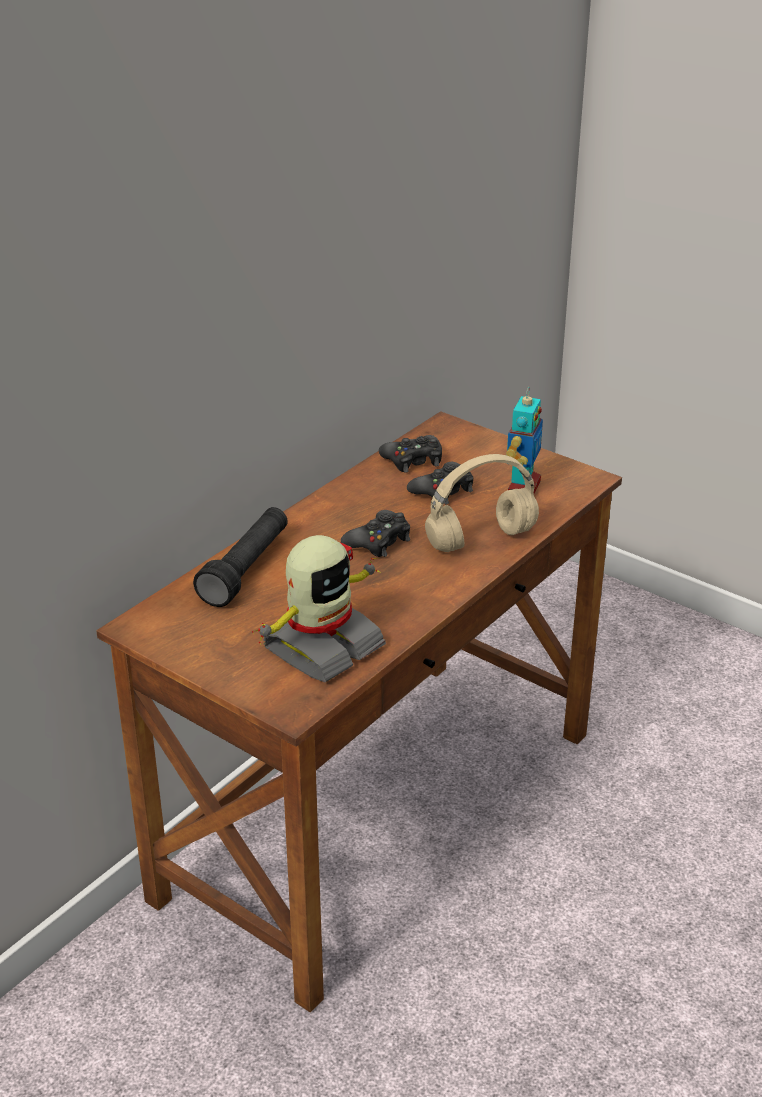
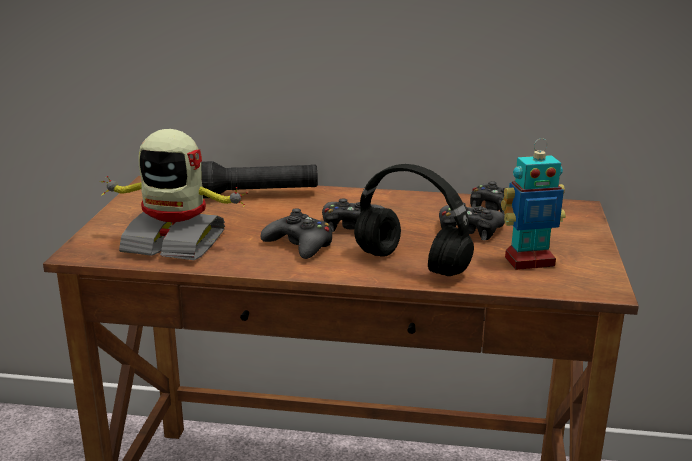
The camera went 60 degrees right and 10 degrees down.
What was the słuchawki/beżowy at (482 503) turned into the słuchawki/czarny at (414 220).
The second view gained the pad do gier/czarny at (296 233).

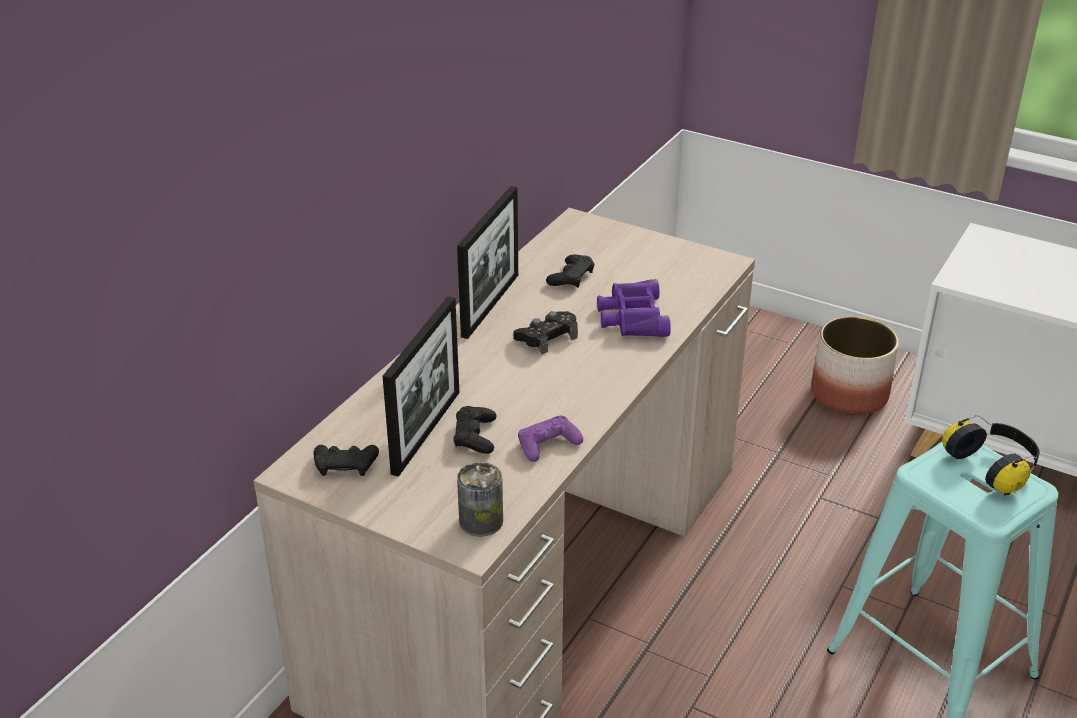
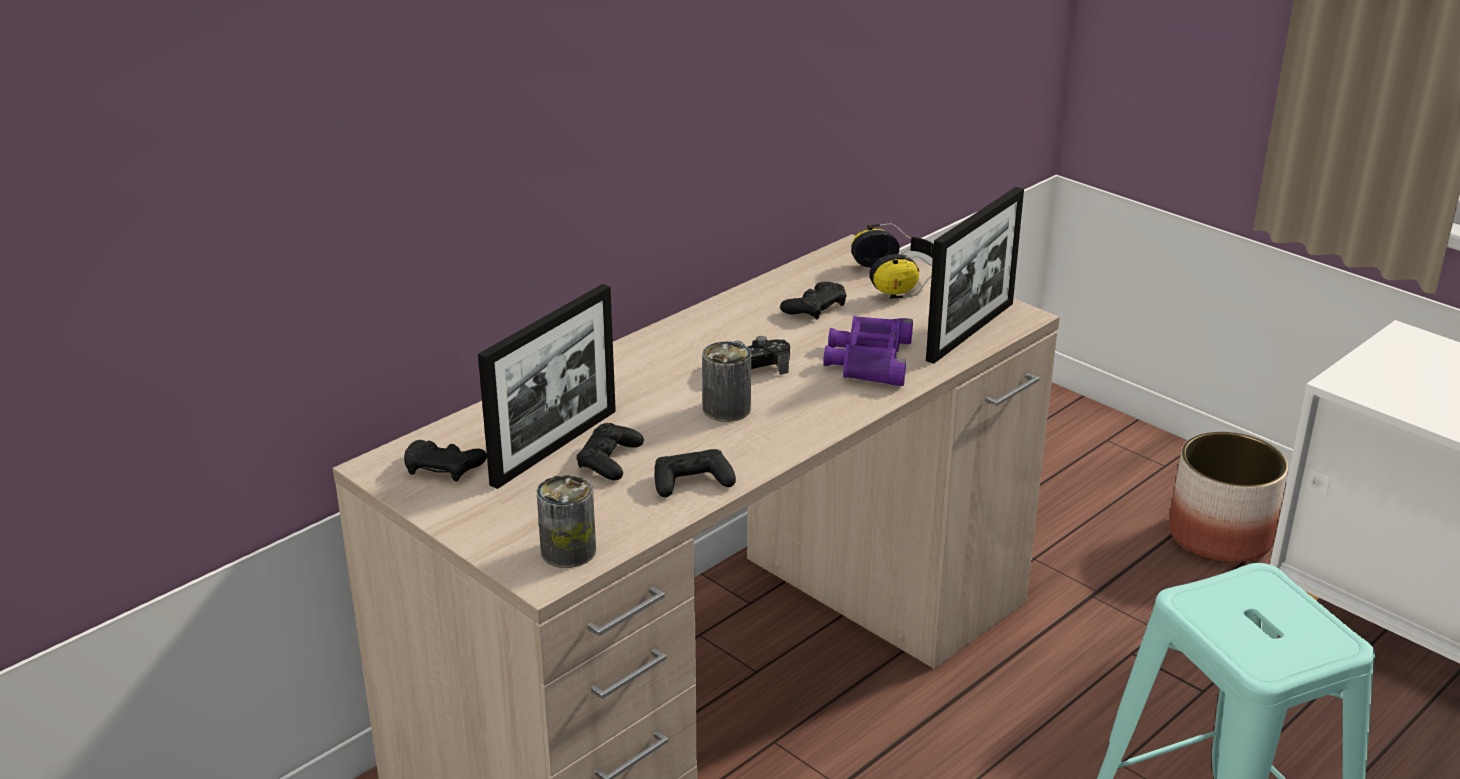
The camera went 15 degrees right and 5 degrees down.
The ramka na zdjęcie ended up elsewhere, having gone from (487 262) to (975 275).
What was the pad do gier/fioletowy at (550 439) turned into the pad do gier/czarny at (695 473).
The słuchawki ended up elsewhere, having gone from (990 455) to (892 261).
The second view gained the puszka at (726 381).

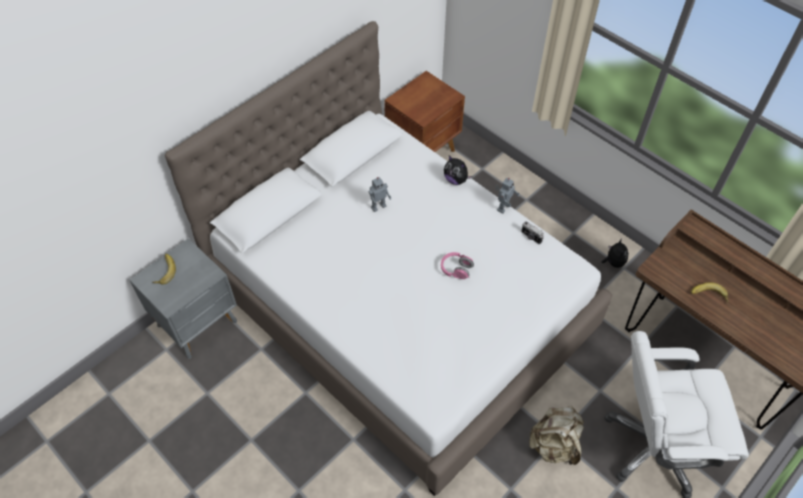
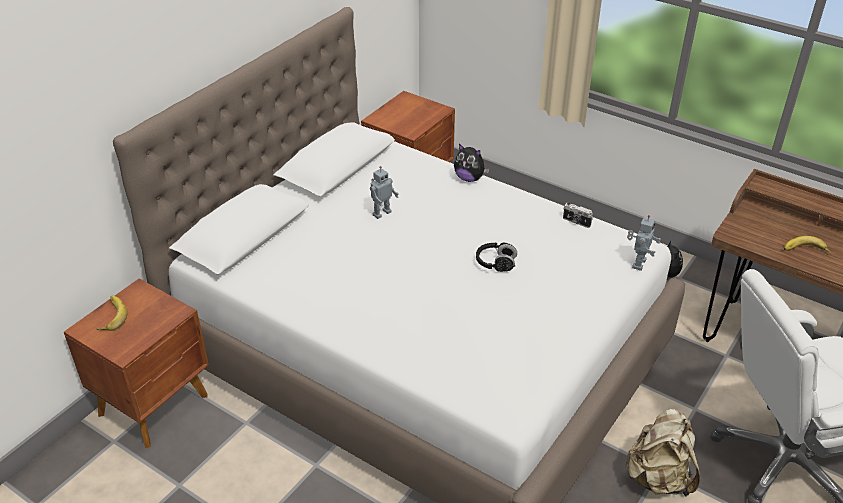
The camera went 10 degrees left and 15 degrees down.
What was the szafka nocna/szary at (183 298) turned into the szafka nocna/brązowy at (136 363).
What was the słuchawki/różowy at (457 265) turned into the słuchawki/czarny at (496 257).
The robot zabawkowy ended up elsewhere, having gone from (507 196) to (644 243).

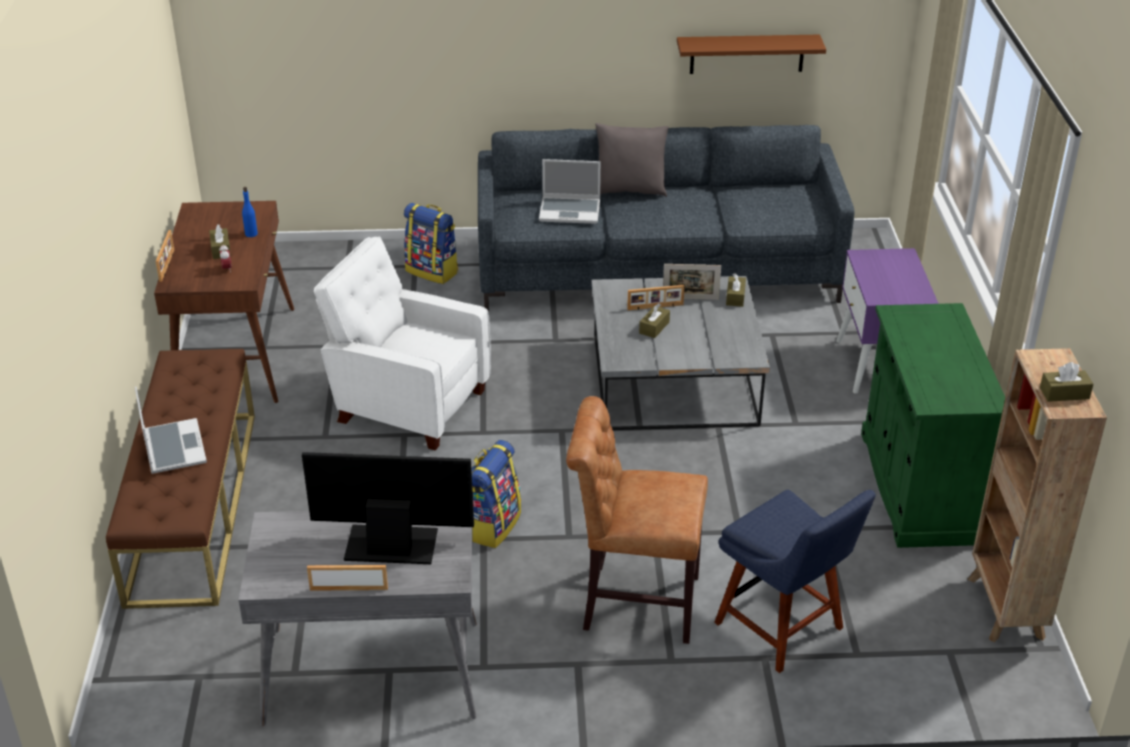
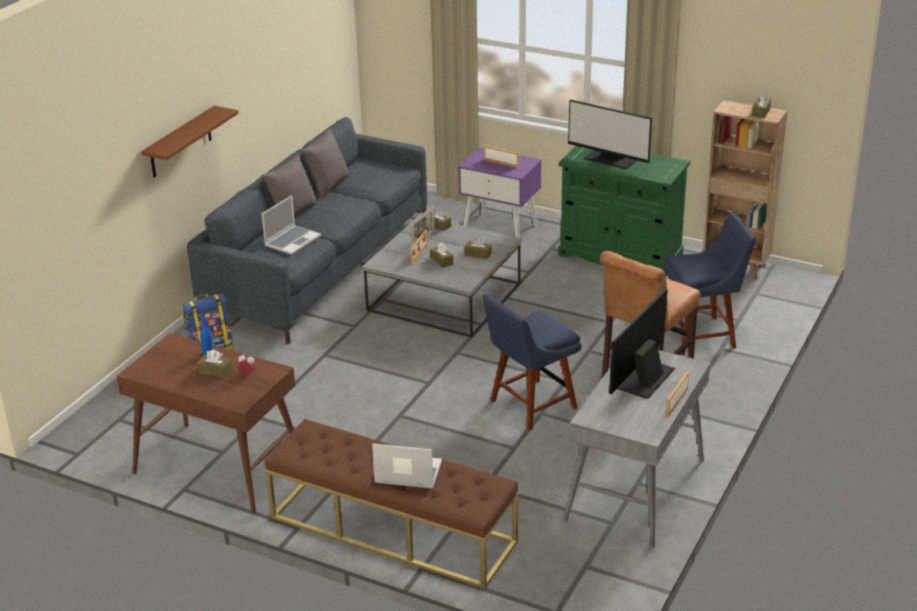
The camera went 60 degrees left and 5 degrees down.
The ramka na zdjęcie ended up elsewhere, having gone from (165 256) to (501 156).
The second view lost the fotel/biały at (402 343).
Where the plecak stood at (496 494), the krzesło/niebieski came to stand at (532 362).
The półka/brązowy ended up elsewhere, having gone from (751 54) to (189 142).
The second view gained the poduszka/szary at (325 164).
The second view gained the pudełko chusteczek/brązowy at (478 248).
The second view gained the monitor at (610 134).

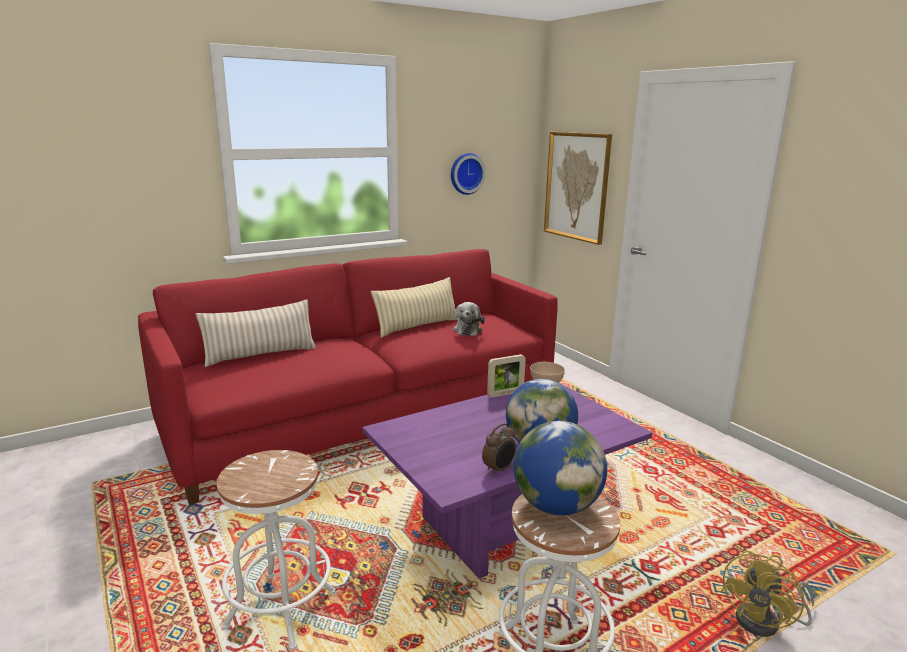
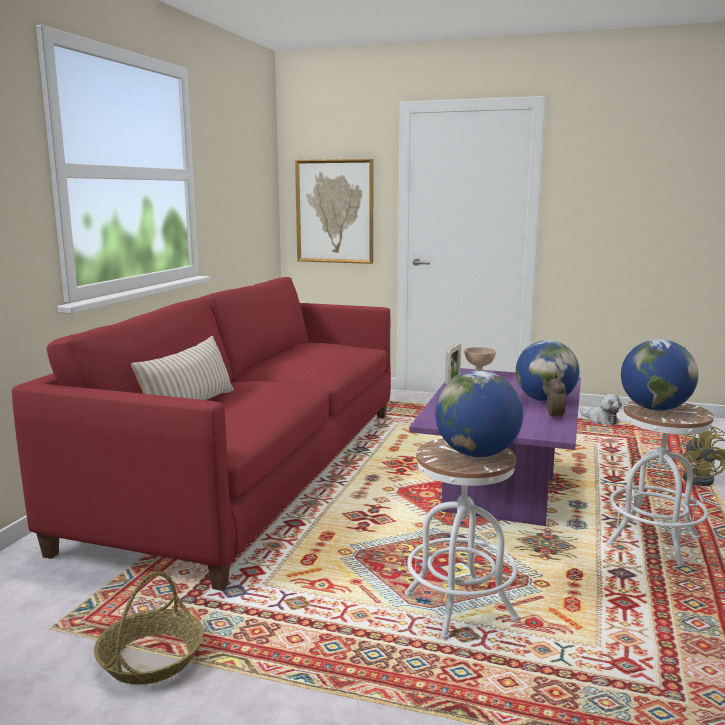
The camera went 40 degrees left and 5 degrees down.
The second view lost the poduszka/beżowy at (415 307).
The second view lost the zegar ścienny at (468 174).
The pluszak ended up elsewhere, having gone from (469 319) to (601 409).
The second view gained the koszyk at (149 628).
The second view gained the globus at (479 413).

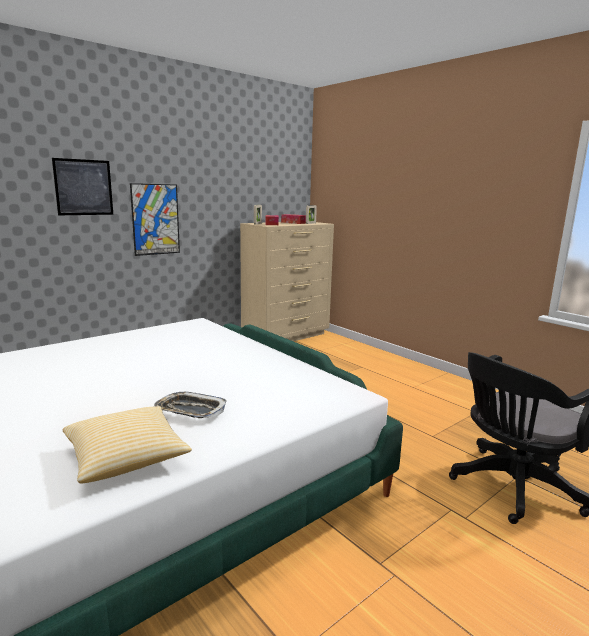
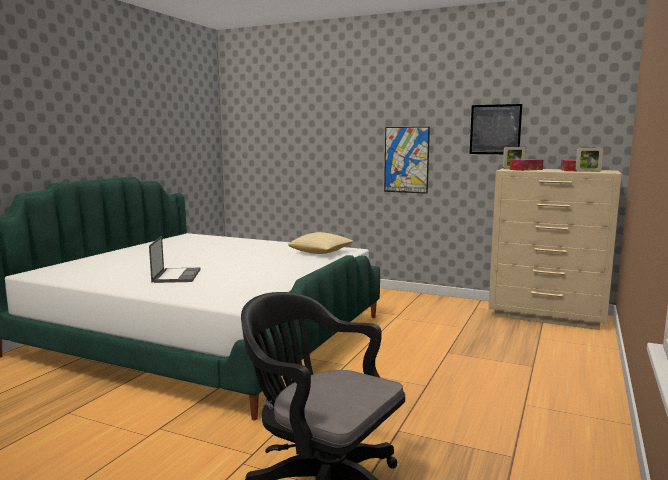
The camera went 65 degrees right and 5 degrees down.
The obraz ended up elsewhere, having gone from (82 186) to (496 129).
The poduszka ended up elsewhere, having gone from (127 444) to (321 243).
Where the taca stood at (190 405), the laptop came to stand at (175 259).

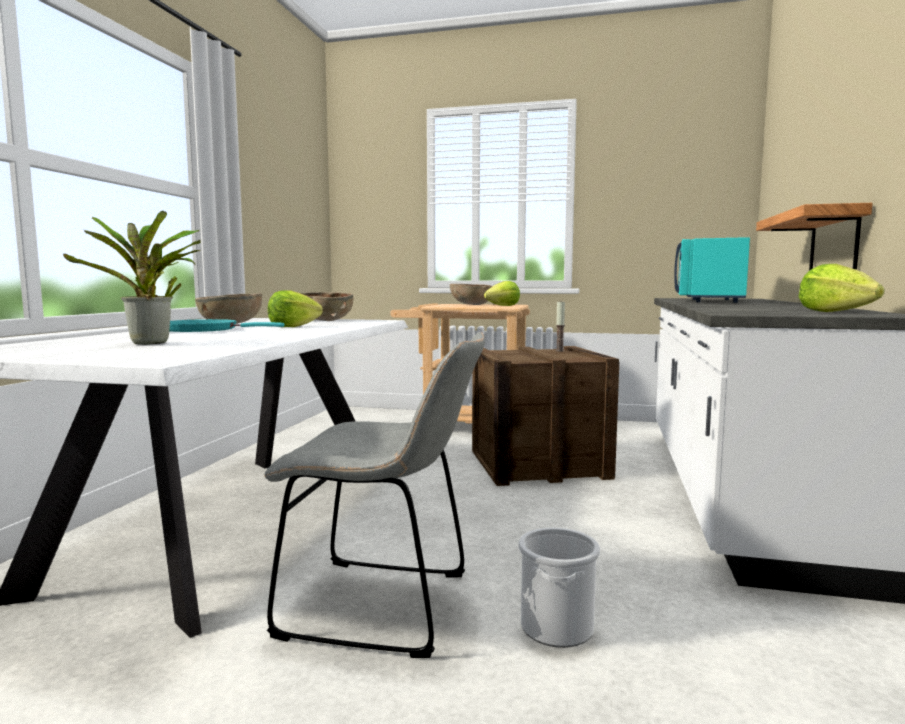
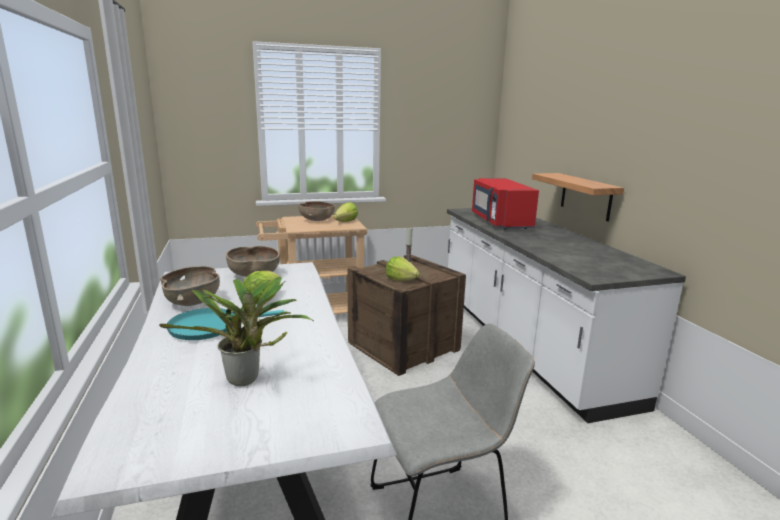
The camera went 30 degrees left and 10 degrees up.
The second view lost the wiadro at (559 588).
What was the mikrofalówka/turkusowy at (712 270) turned into the mikrofalówka/czerwony at (505 204).
The sałata ended up elsewhere, having gone from (841 288) to (403 268).

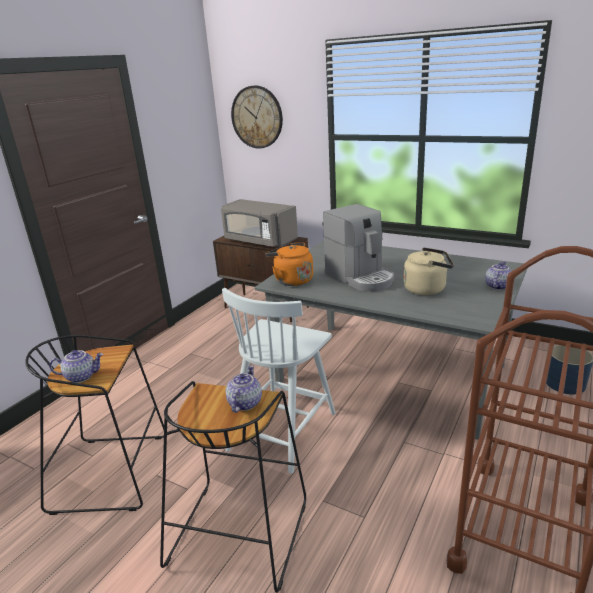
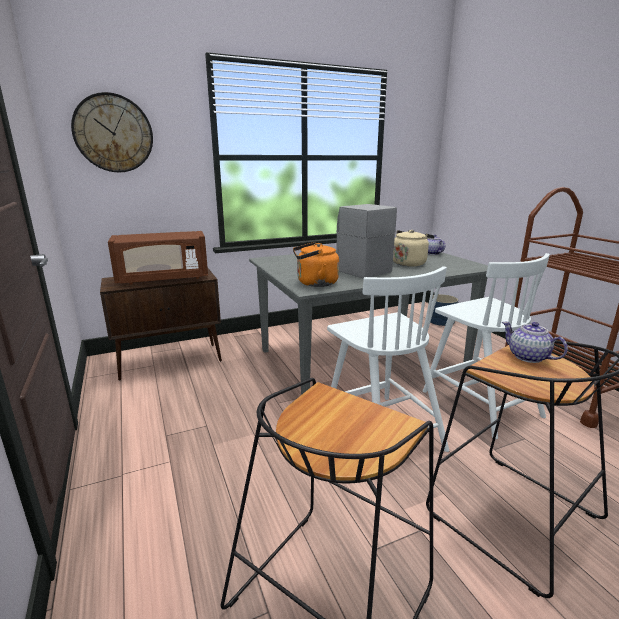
The camera went 55 degrees left and 5 degrees down.
The second view lost the imbryk at (76 366).
What was the mikrofalówka/szary at (259 223) turned into the mikrofalówka/brązowy at (158 258).
The ekspres do kawy at (358 248) ended up facing another way, 135 degrees counterclockwise from before.
The second view gained the krzesło/biały at (486 346).

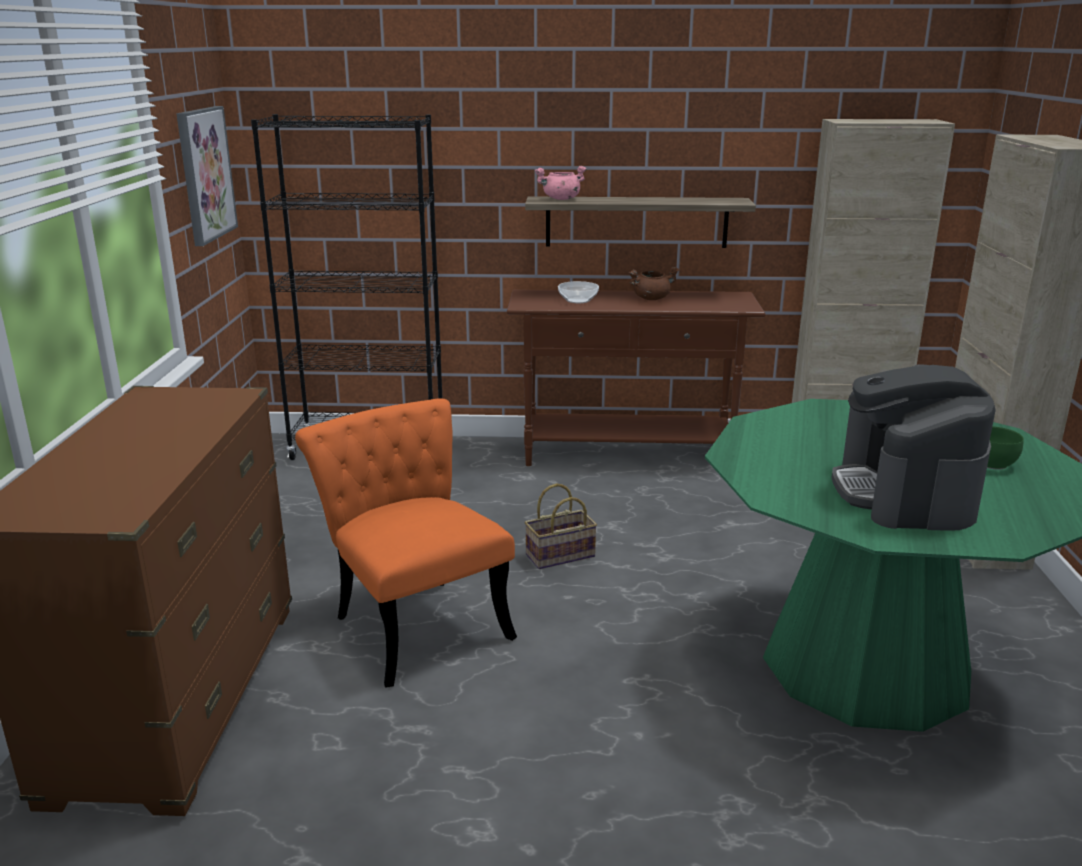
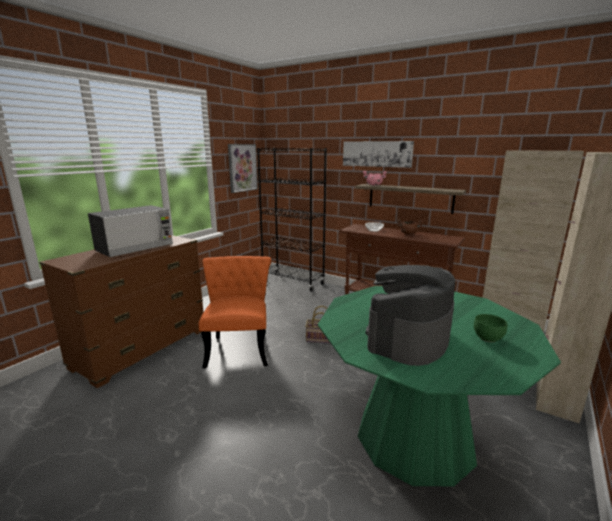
The camera went 30 degrees right and 5 degrees down.
The second view gained the mikrofalówka at (130 231).
The second view gained the obraz at (378 154).

